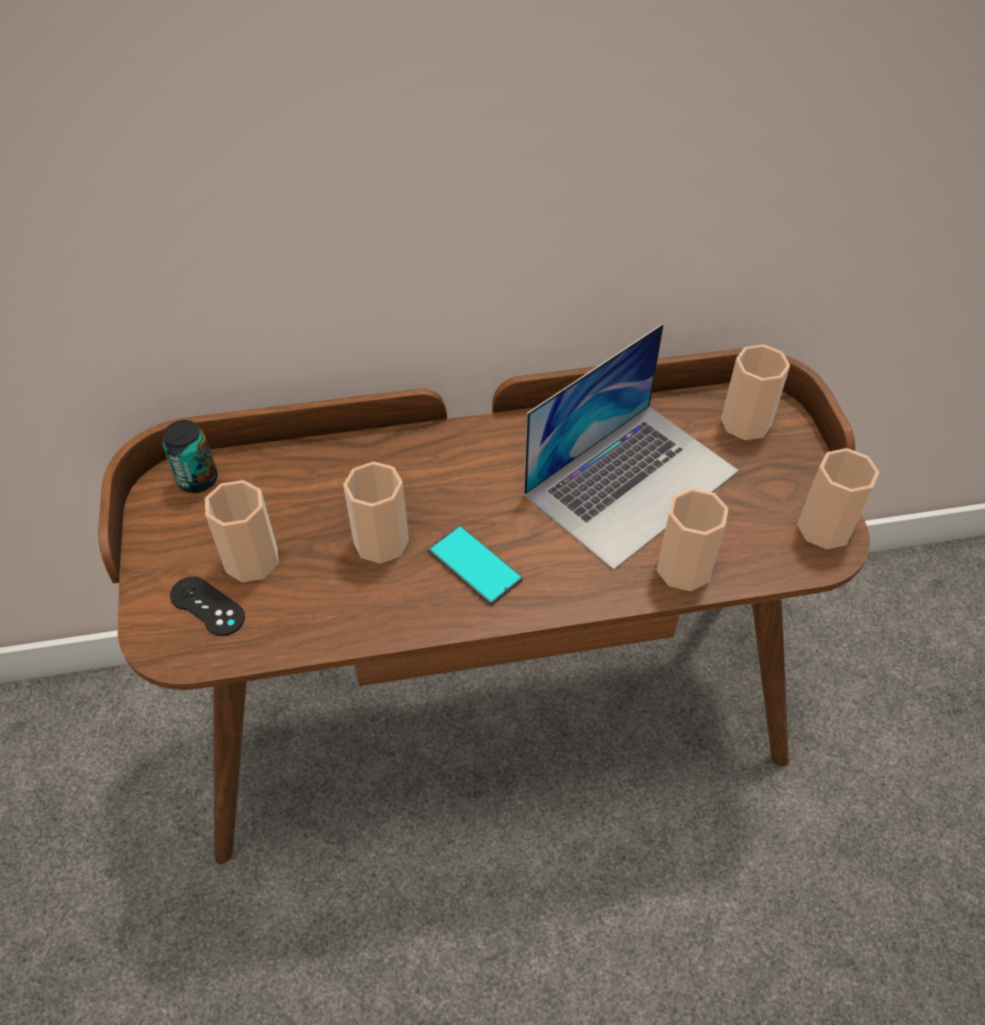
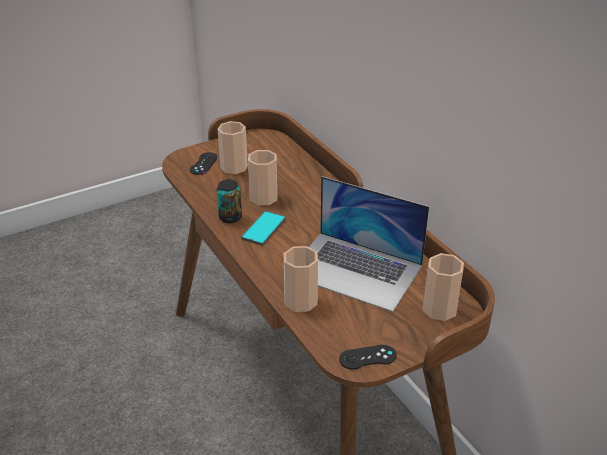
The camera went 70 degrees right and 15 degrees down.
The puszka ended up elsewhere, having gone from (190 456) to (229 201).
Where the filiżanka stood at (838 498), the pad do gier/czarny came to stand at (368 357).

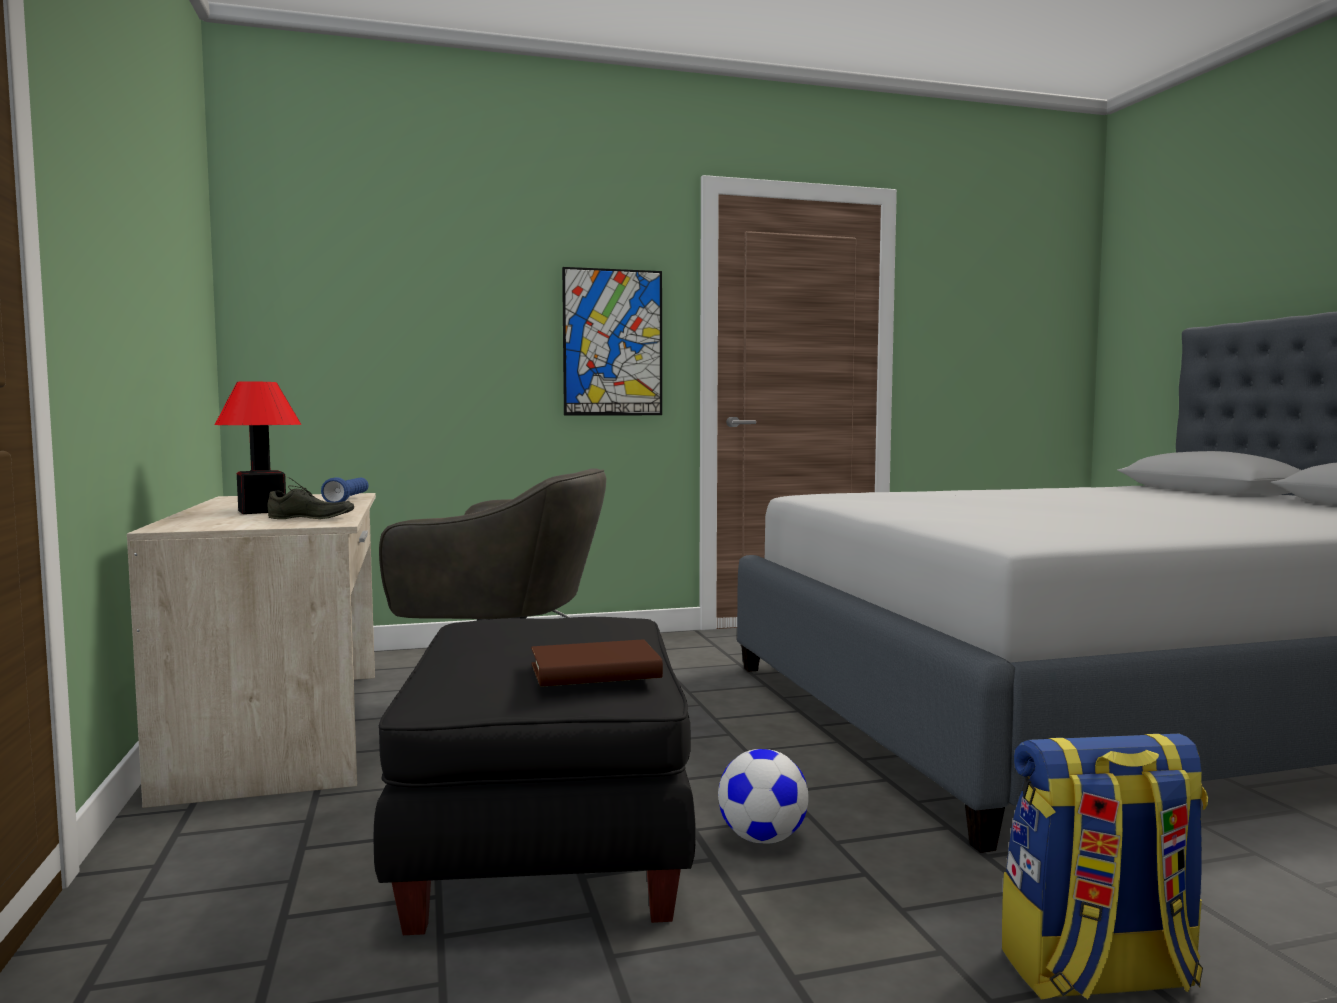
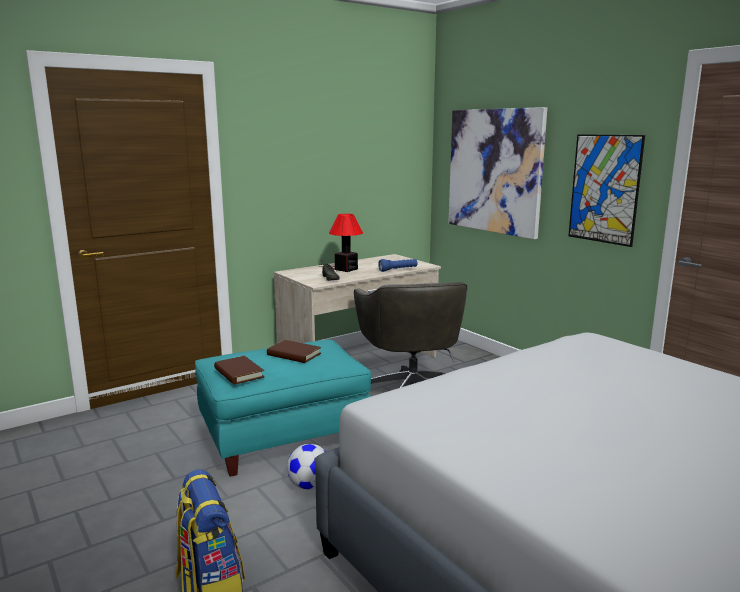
The camera went 70 degrees right and 10 degrees up.
What was the pufa/czarny at (535 776) turned into the pufa/turkusowy at (283 408).
The second view gained the książka/brązowy at (294 351).
The second view gained the obraz at (498 173).

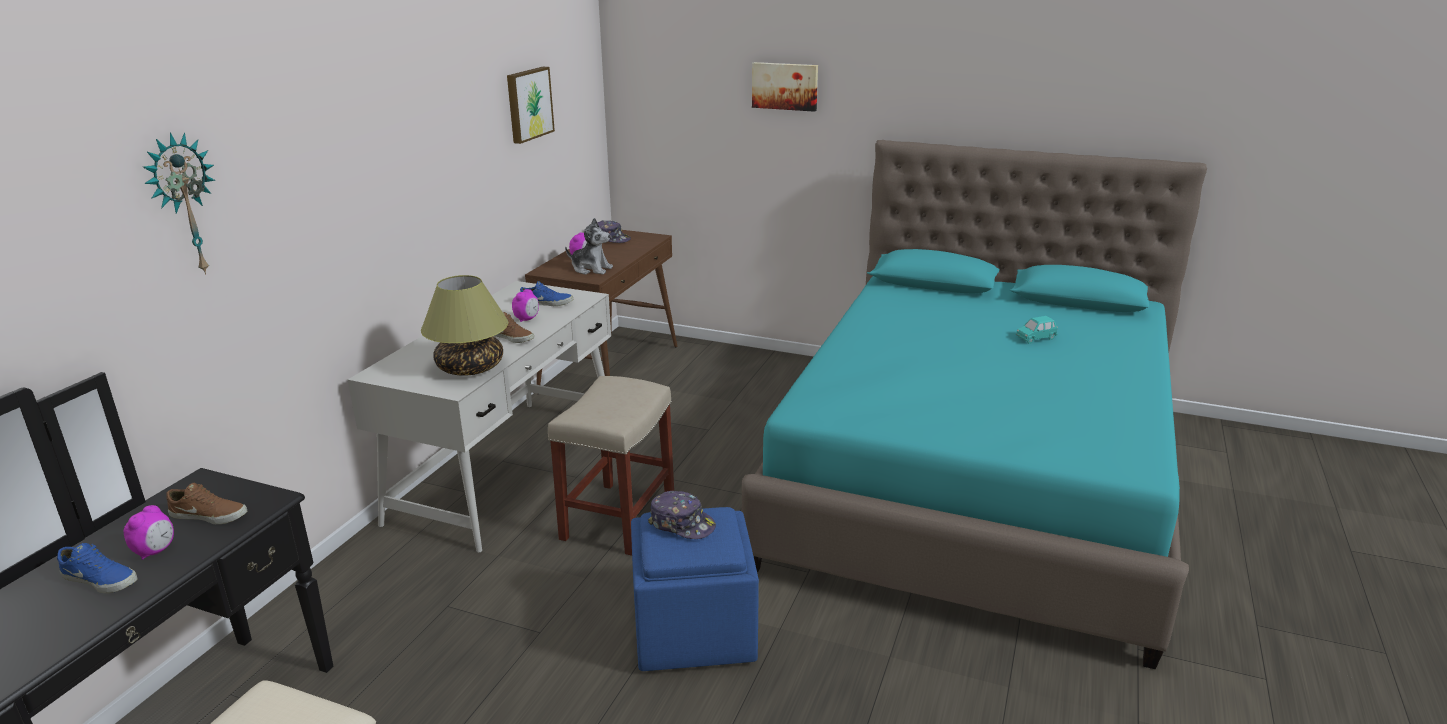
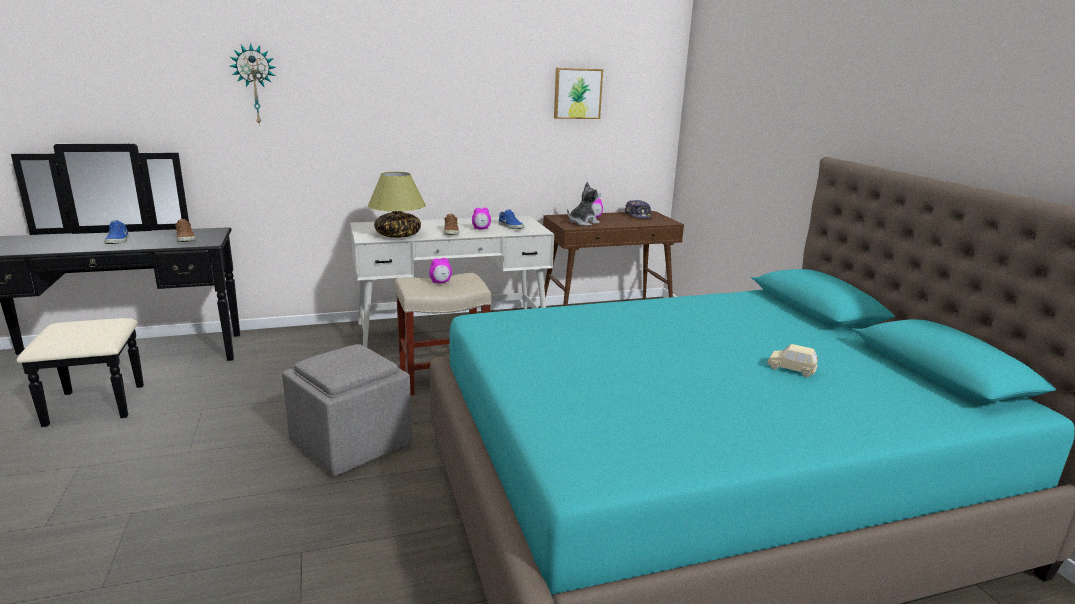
The camera went 50 degrees right and 5 degrees down.
The budzik ended up elsewhere, having gone from (148 532) to (440 271).
The pluszak at (589 246) ended up facing another way, 105 degrees counterclockwise from before.
What was the pufa/niebieski at (695 589) turned into the pufa/szary at (347 410).
The second view lost the czapka z daszkiem at (682 515).
The second view lost the obraz at (785 87).
What was the samochodzik/turkusowy at (1036 330) turned into the samochodzik/beżowy at (792 360).

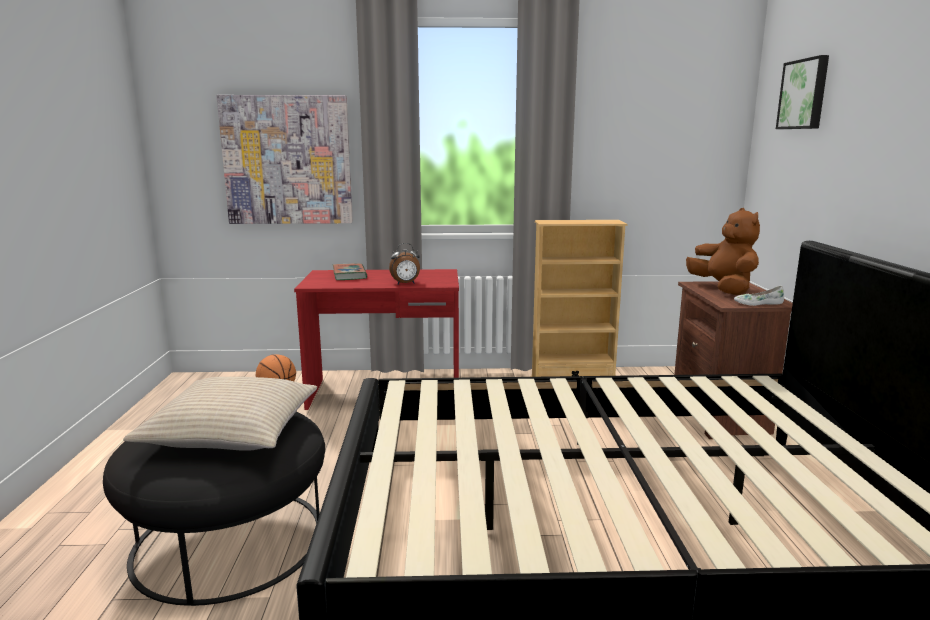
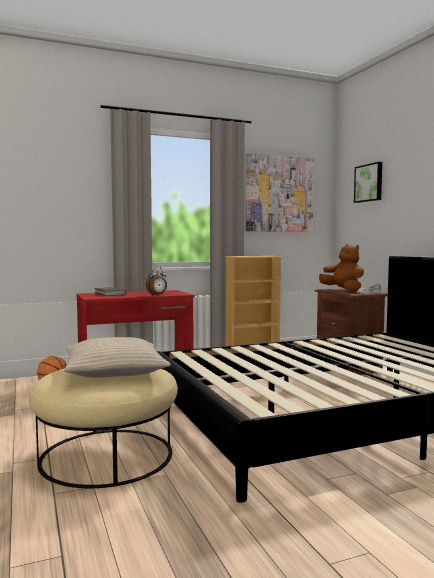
The camera went 20 degrees left and 10 degrees down.
What was the pufa/czarny at (214 508) turned into the pufa/beżowy at (103 428).
The obraz ended up elsewhere, having gone from (285 159) to (280 192).

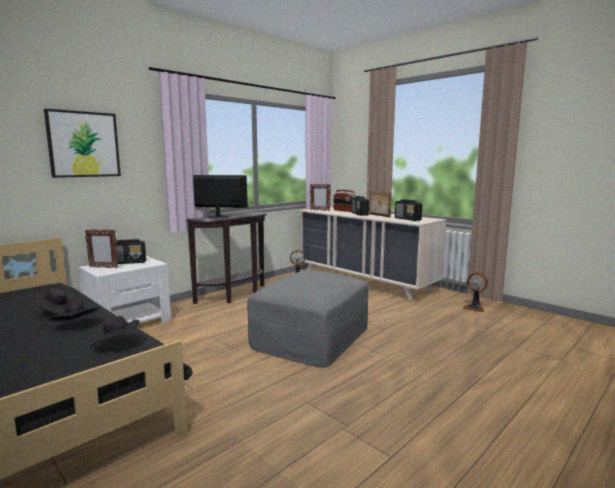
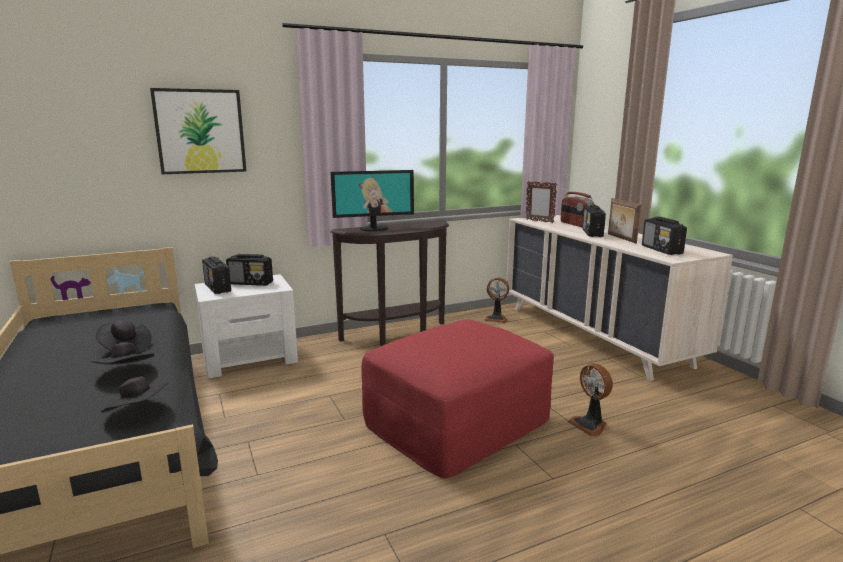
The camera went 20 degrees right and 5 degrees up.
Where the ramka na zdjęcie stood at (102 248), the radio came to stand at (216 275).
The monitor at (220 196) ended up facing another way, 135 degrees clockwise from before.
What was the pufa/szary at (308 319) turned into the pufa/czerwony at (458 398).
The wentylator ended up elsewhere, having gone from (475 292) to (590 400).

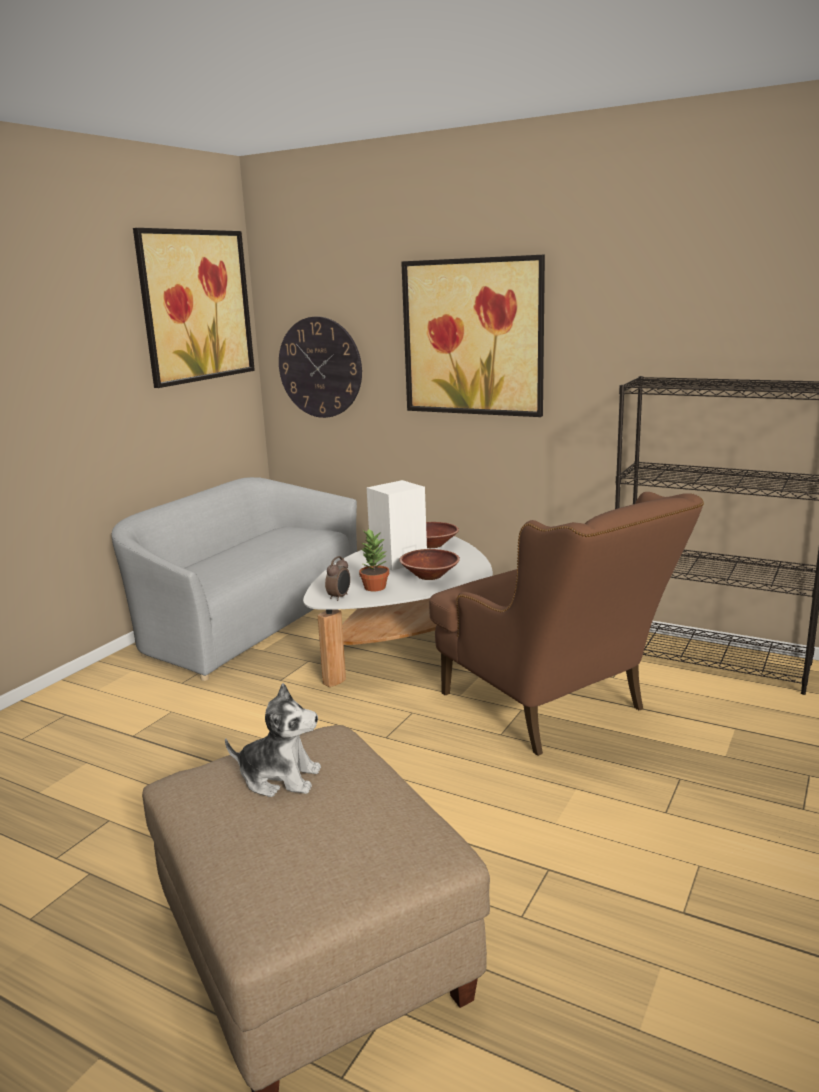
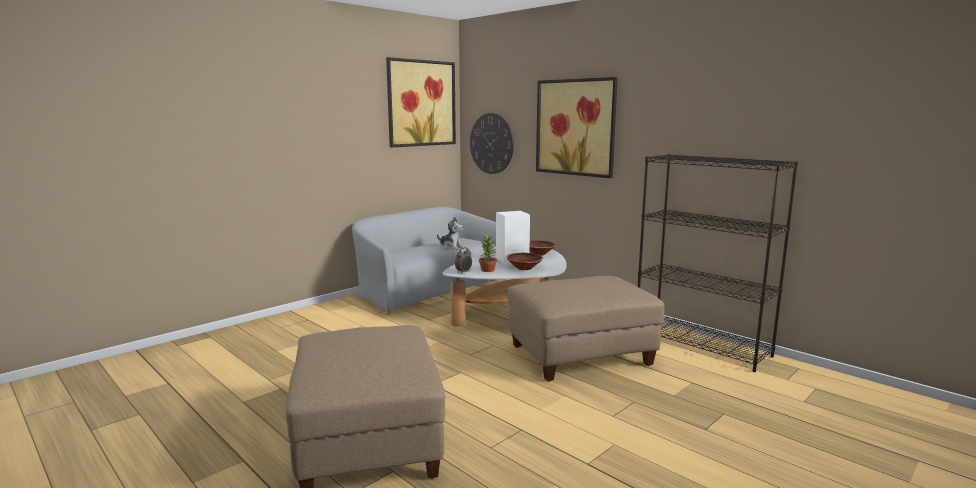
The camera went 15 degrees right and 5 degrees down.
The pluszak ended up elsewhere, having gone from (273 740) to (450 233).
Where the fotel/brązowy stood at (566 624), the pufa/beżowy came to stand at (585 329).

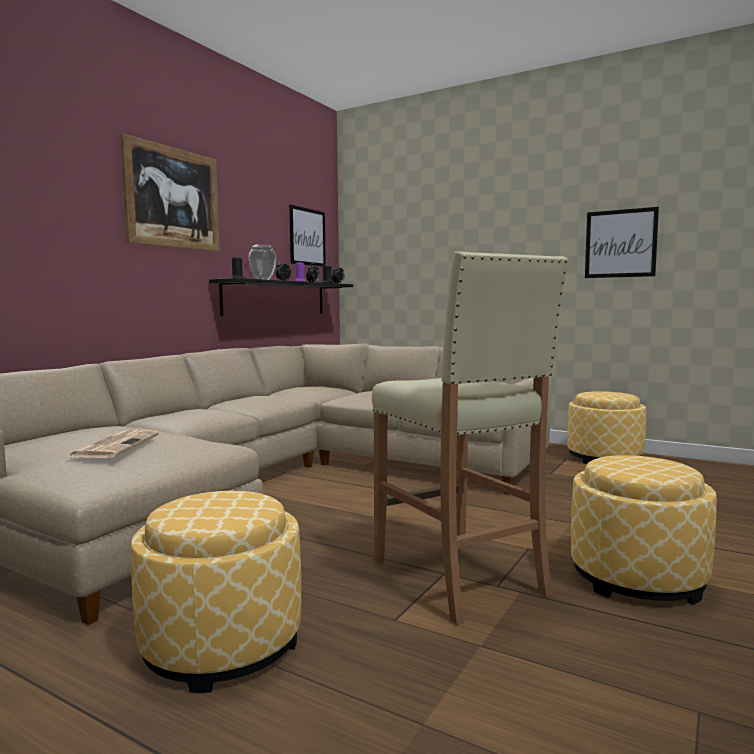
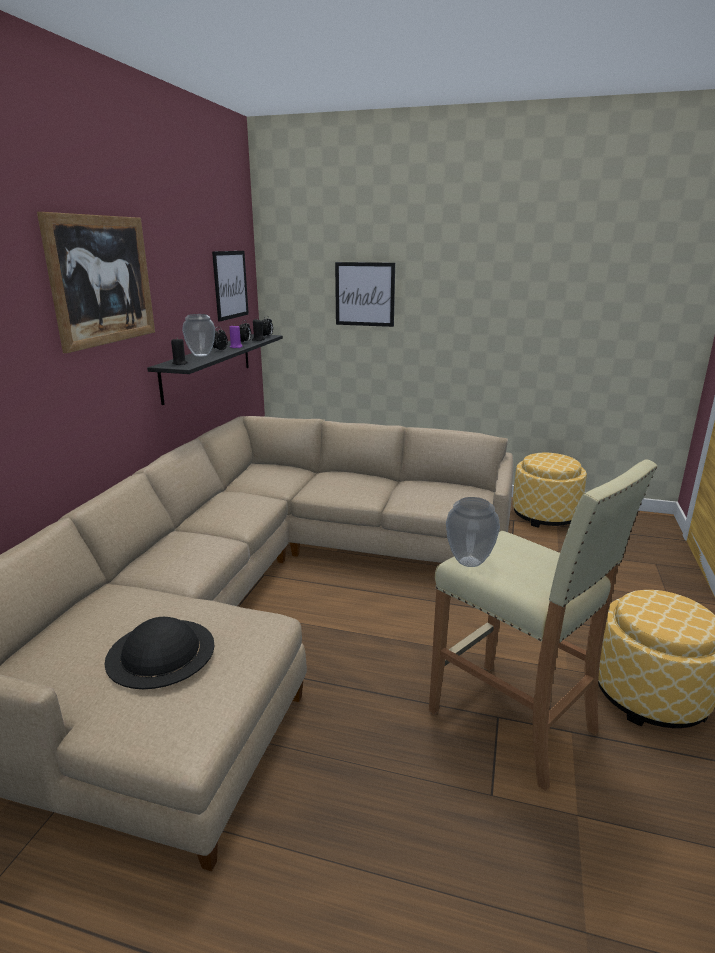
The camera went 15 degrees left and 15 degrees up.
Where the gazeta stood at (113 444), the kapelusz/czarny came to stand at (159 653).
The second view lost the pufa at (216 592).
The obraz ended up elsewhere, having gone from (622 242) to (365 294).
The second view gained the wazon at (473 532).

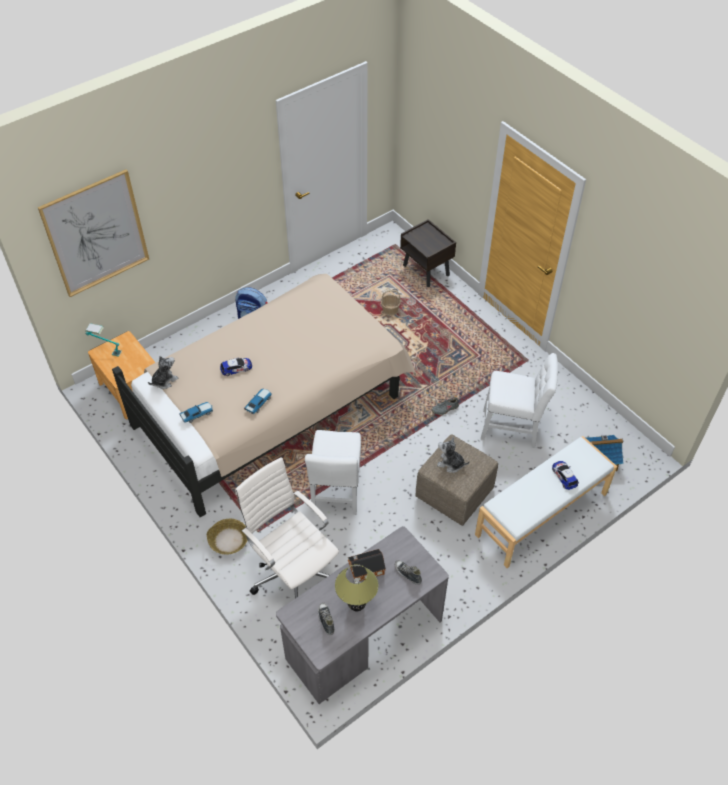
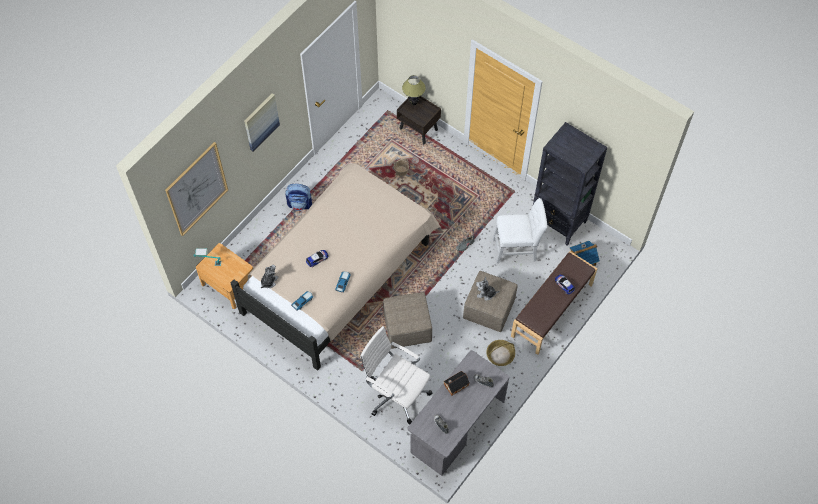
The camera went 15 degrees left and 10 degrees up.
The koszyk ended up elsewhere, having gone from (227 537) to (500 353).
Where the krzesło/biały stood at (333 472), the pufa/beżowy came to stand at (407 320).
The lampa stołowa ended up elsewhere, having gone from (356 587) to (414 90).
What was the ławka/biały at (546 502) turned into the ławka/brązowy at (554 303).
The second view gained the obraz at (262 122).
The second view gained the regał/czarny at (570 183).

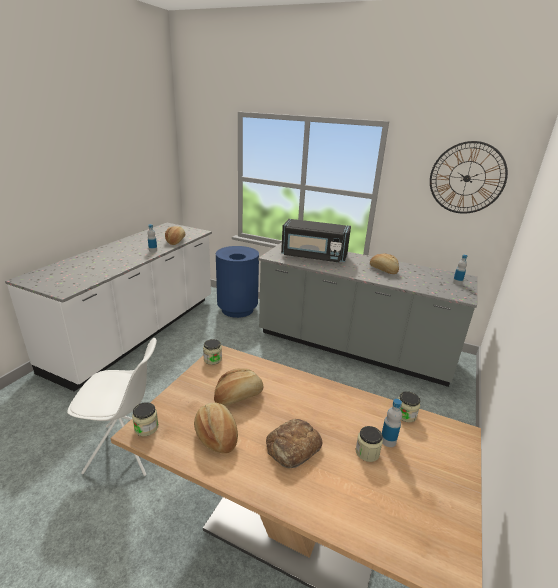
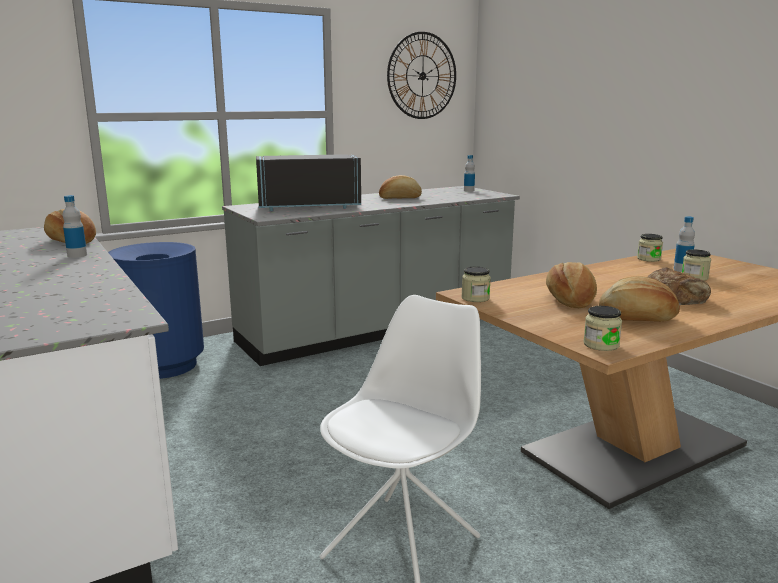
The camera went 55 degrees left and 10 degrees down.
The mikrofalówka/czarny at (316 241) ended up facing another way, 150 degrees counterclockwise from before.

